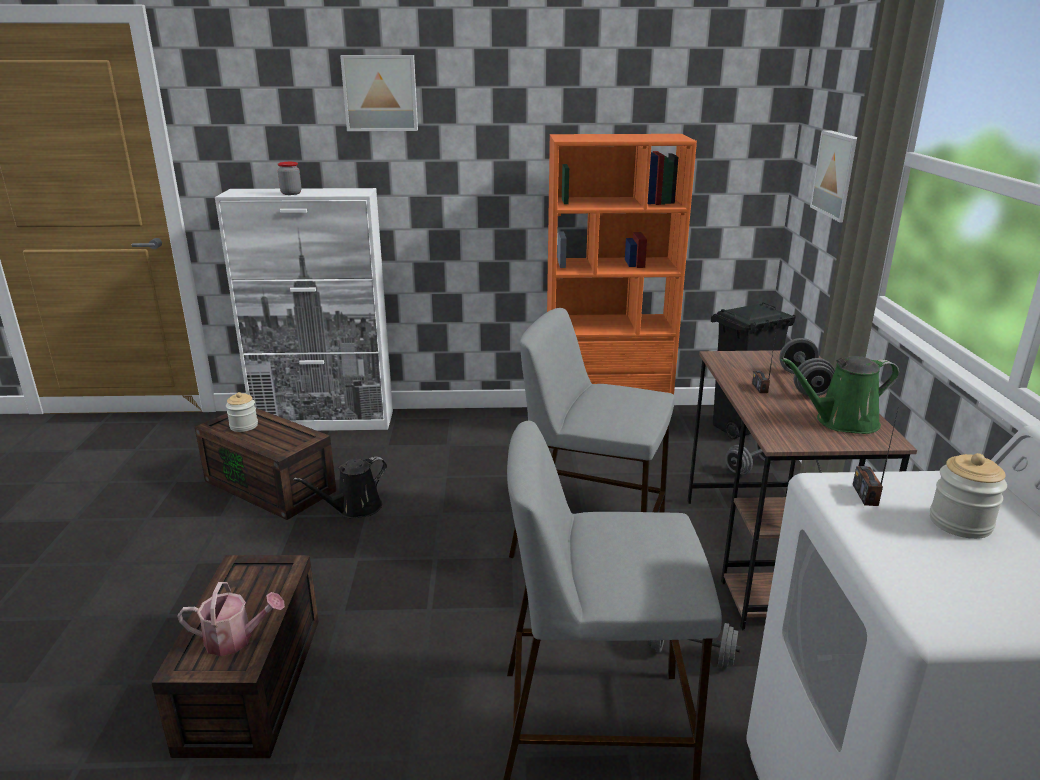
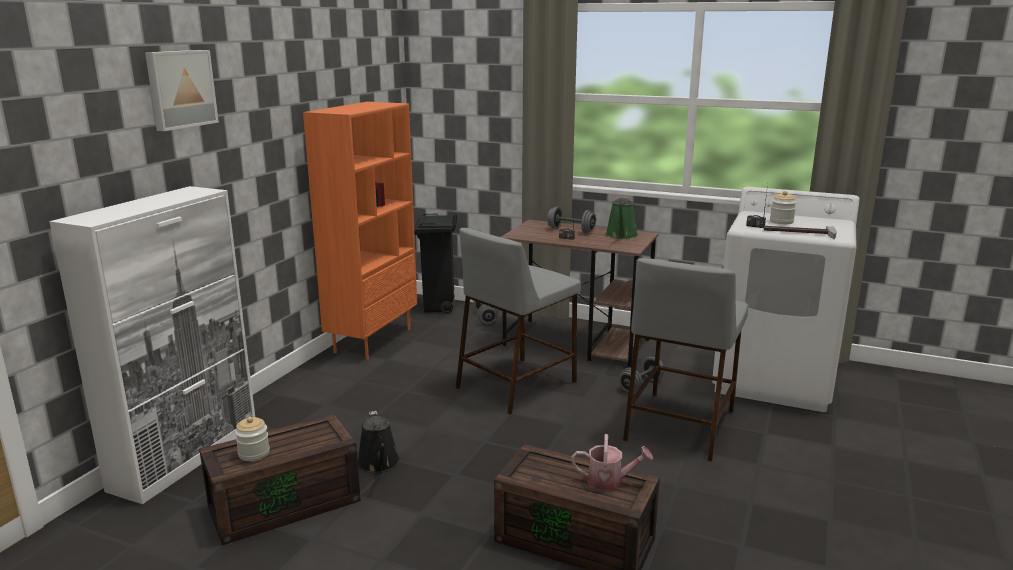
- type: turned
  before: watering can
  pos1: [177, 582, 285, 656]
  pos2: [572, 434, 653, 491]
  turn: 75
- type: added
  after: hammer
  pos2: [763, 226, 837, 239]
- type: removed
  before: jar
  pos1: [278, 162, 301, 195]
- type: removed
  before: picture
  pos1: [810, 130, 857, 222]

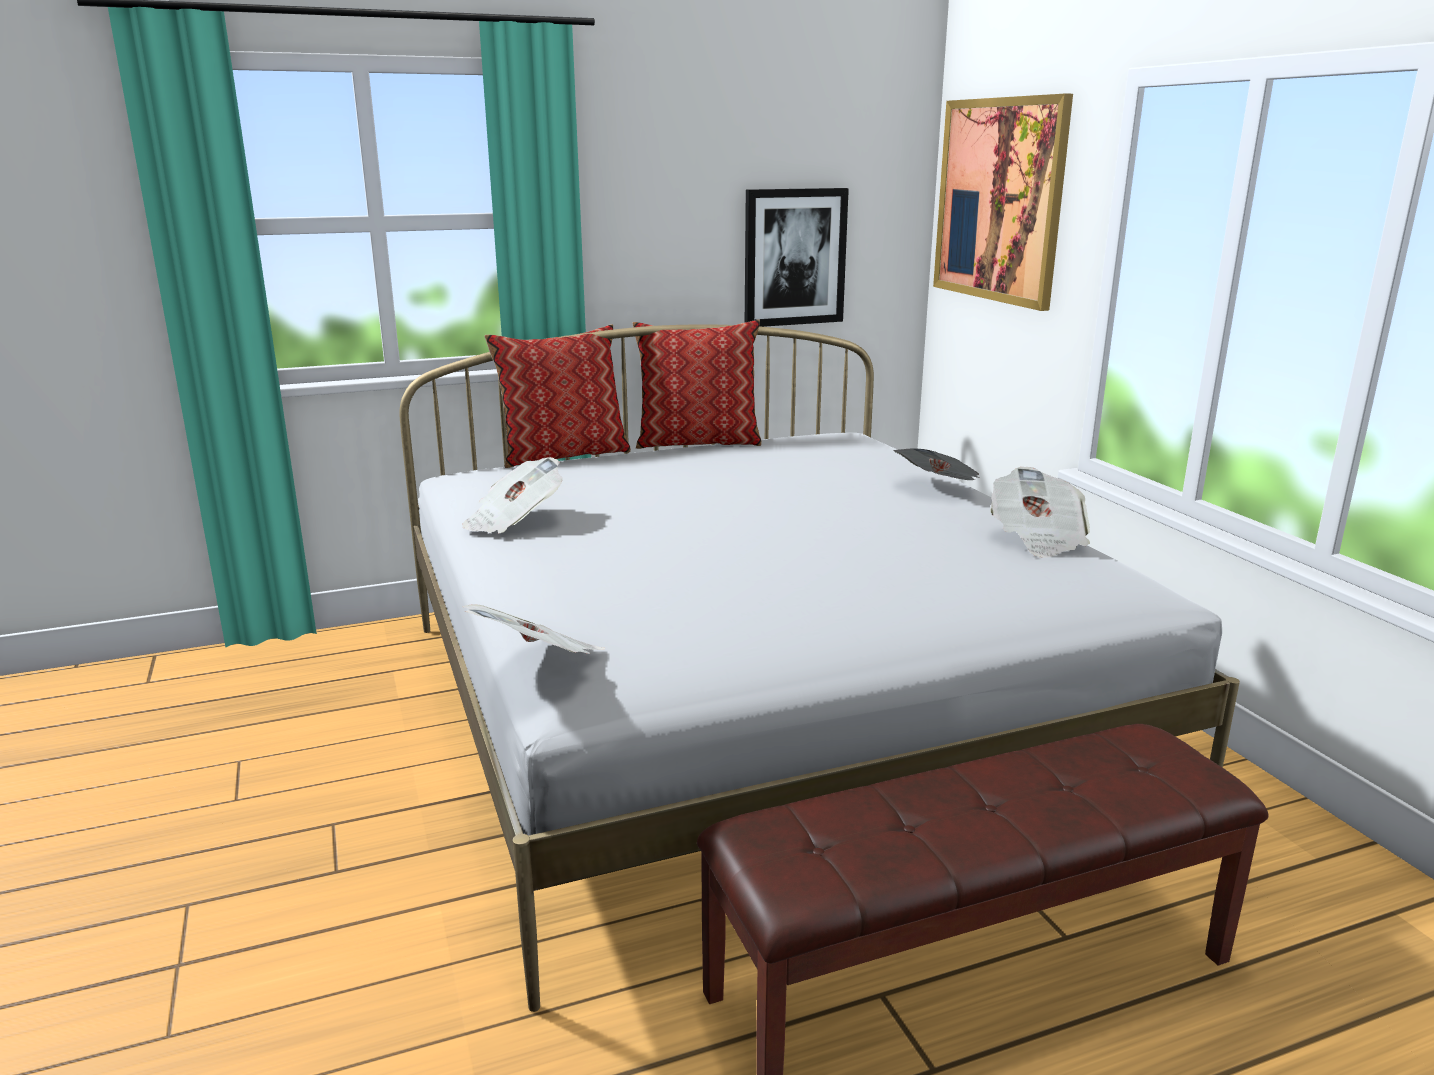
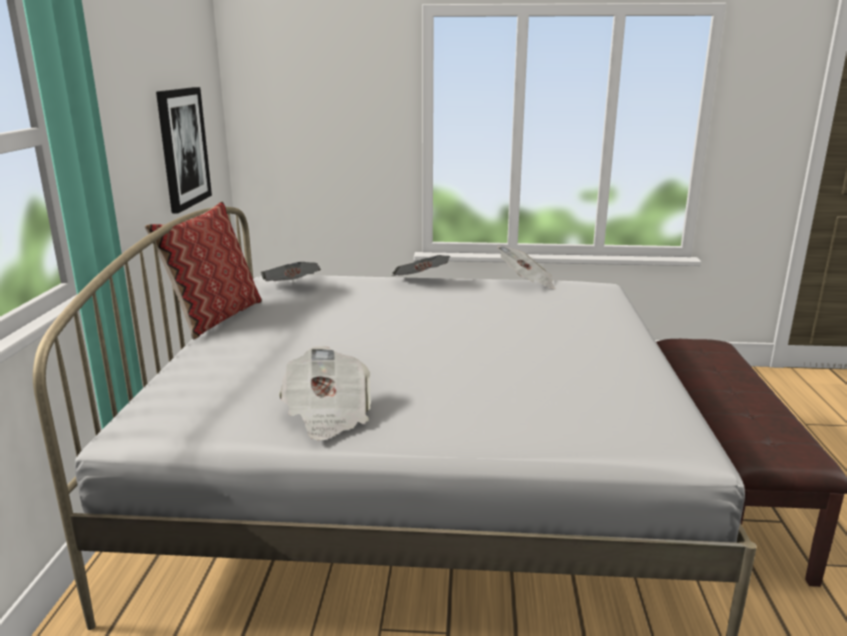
- type: moved
  before: newspaper
  pos1: [462, 604, 606, 654]
  pos2: [261, 262, 321, 281]
- type: removed
  before: pillow
  pos1: [484, 324, 631, 468]
- type: removed
  before: picture
  pos1: [933, 94, 1073, 311]

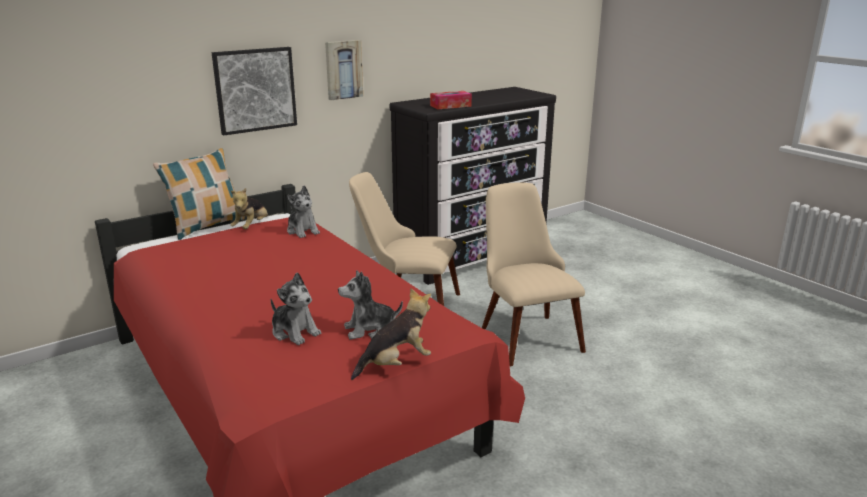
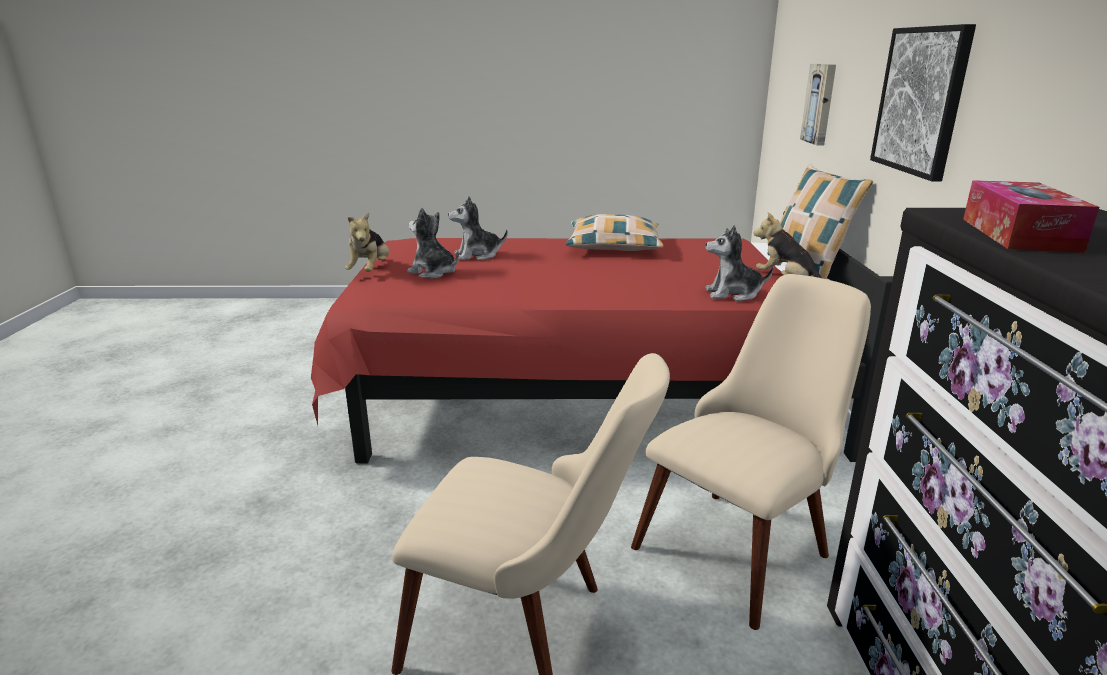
- type: turned
  before: plush toy
  pos1: [338, 270, 403, 340]
  pos2: [407, 208, 459, 279]
  turn: -75
- type: added
  after: pillow
  pos2: [565, 214, 663, 251]
- type: moved
  before: picture
  pos1: [325, 40, 363, 100]
  pos2: [800, 64, 836, 146]

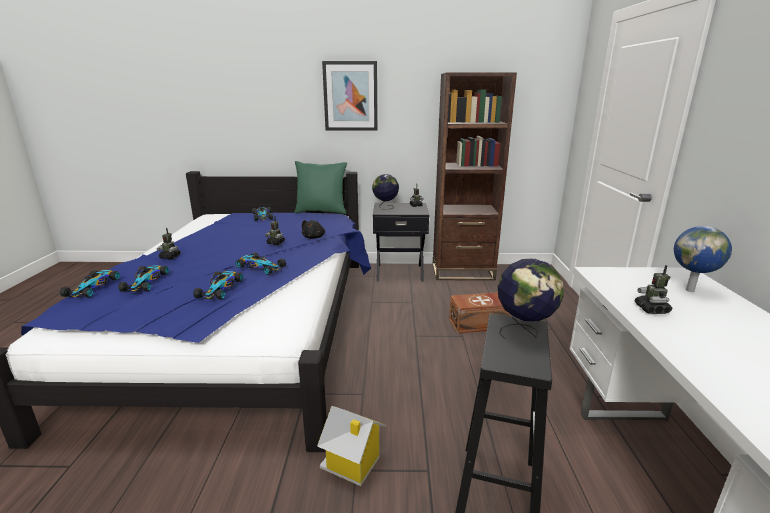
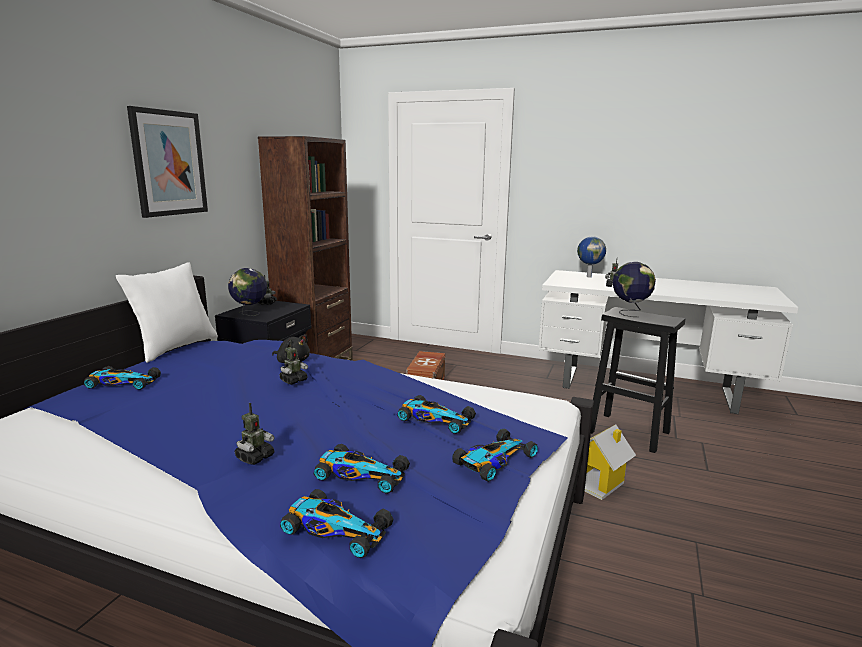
- type: recoloured
  before: green pillow
  after: white pillow
  pos1: [295, 161, 347, 214]
  pos2: [116, 262, 218, 363]
- type: moved
  before: toy car
  pos1: [235, 252, 286, 275]
  pos2: [452, 429, 538, 482]

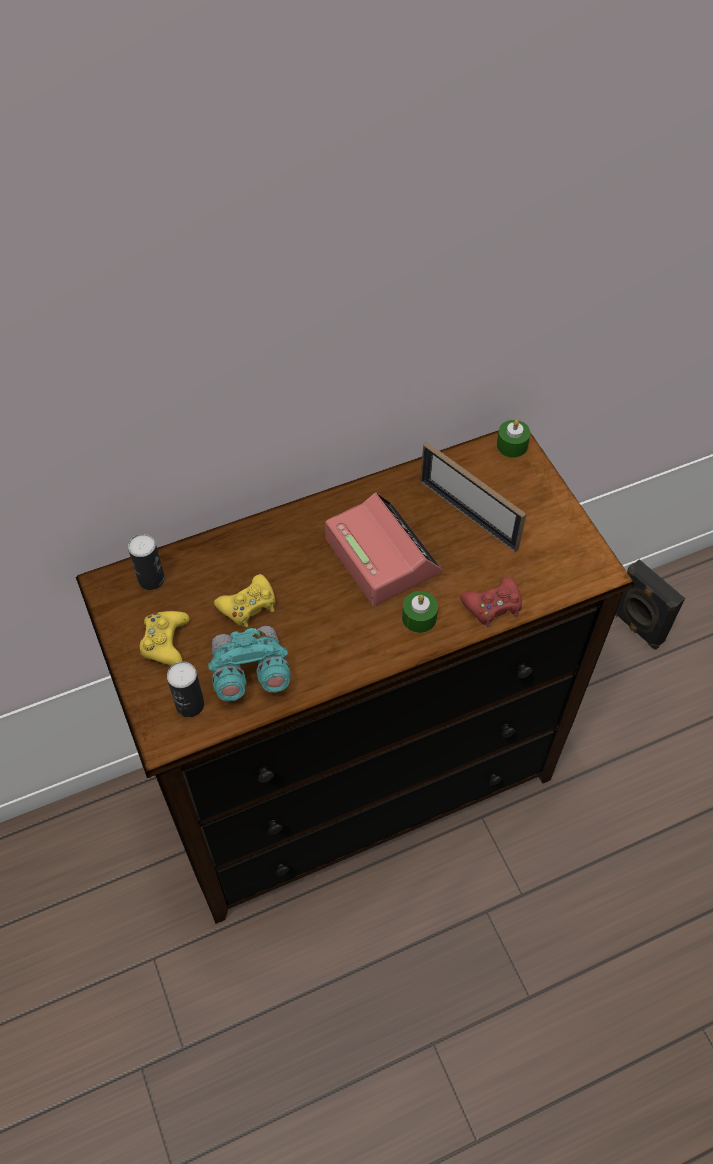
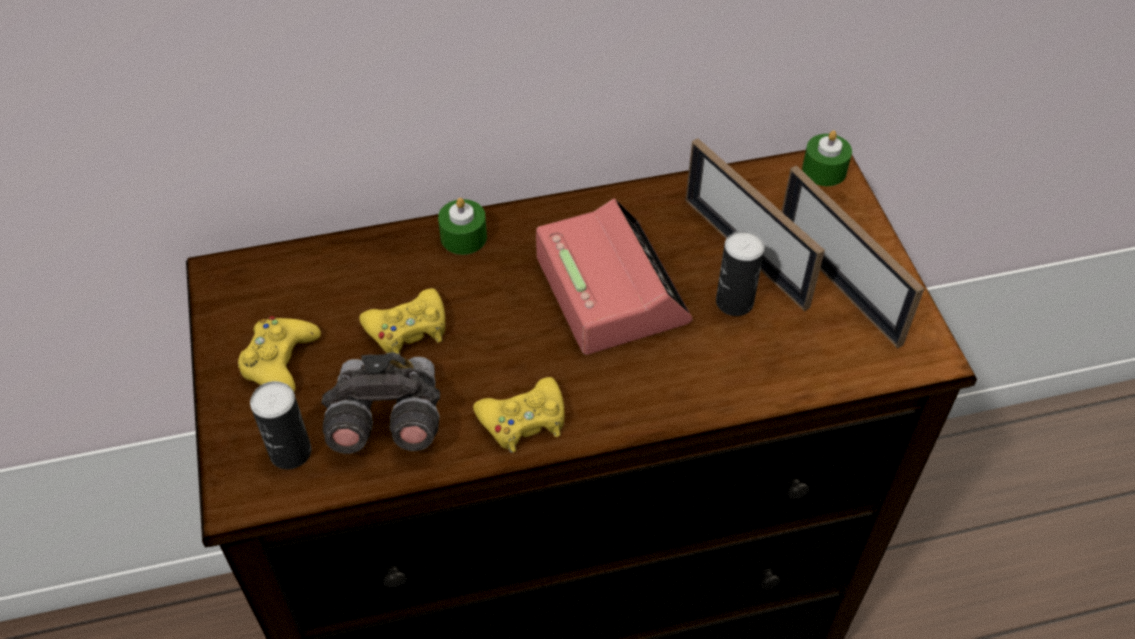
- type: recoloured
  before: turquoise binoculars
  after: grey binoculars
  pos1: [208, 626, 291, 701]
  pos2: [321, 352, 440, 454]
- type: moved
  before: green candle
  pos1: [402, 591, 438, 633]
  pos2: [438, 198, 487, 255]
- type: added
  after: yellow game controller
  pos2: [473, 377, 564, 453]
- type: moved
  before: can
  pos1: [128, 534, 165, 590]
  pos2: [716, 230, 765, 316]
- type: added
  after: picture frame
  pos2: [782, 165, 925, 349]
- type: removed
  before: red game controller
  pos1: [460, 577, 522, 627]
- type: removed
  before: black speaker
  pos1: [615, 559, 685, 650]

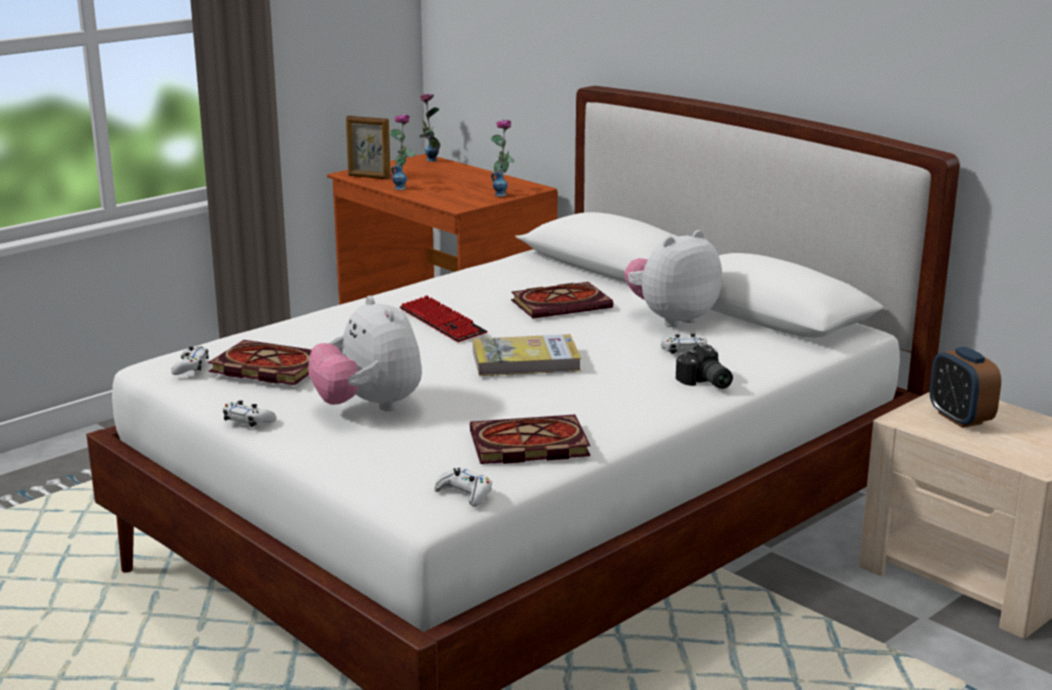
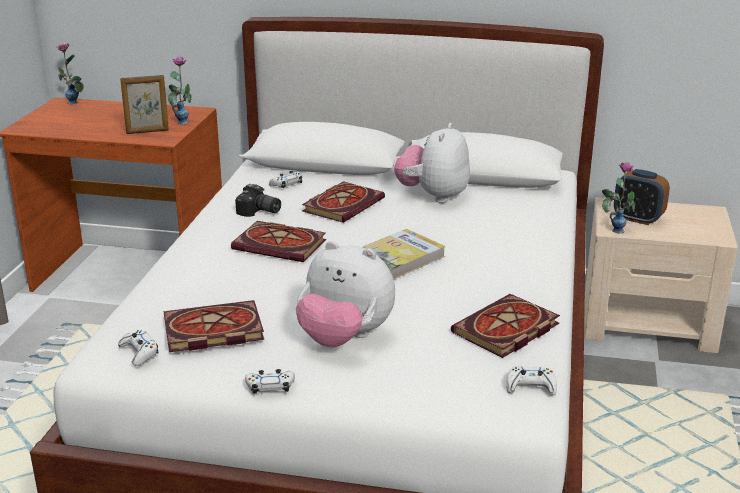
- type: moved
  before: picture frame
  pos1: [346, 116, 391, 179]
  pos2: [120, 75, 169, 134]
- type: replaced
  before: keyboard
  after: book
  pos1: [400, 295, 488, 342]
  pos2: [231, 221, 326, 262]
- type: moved
  before: photo camera
  pos1: [676, 343, 733, 389]
  pos2: [235, 184, 281, 217]
- type: moved
  before: white game controller
  pos1: [661, 334, 707, 354]
  pos2: [269, 171, 302, 188]
- type: moved
  before: vase
  pos1: [389, 114, 415, 190]
  pos2: [602, 162, 636, 234]

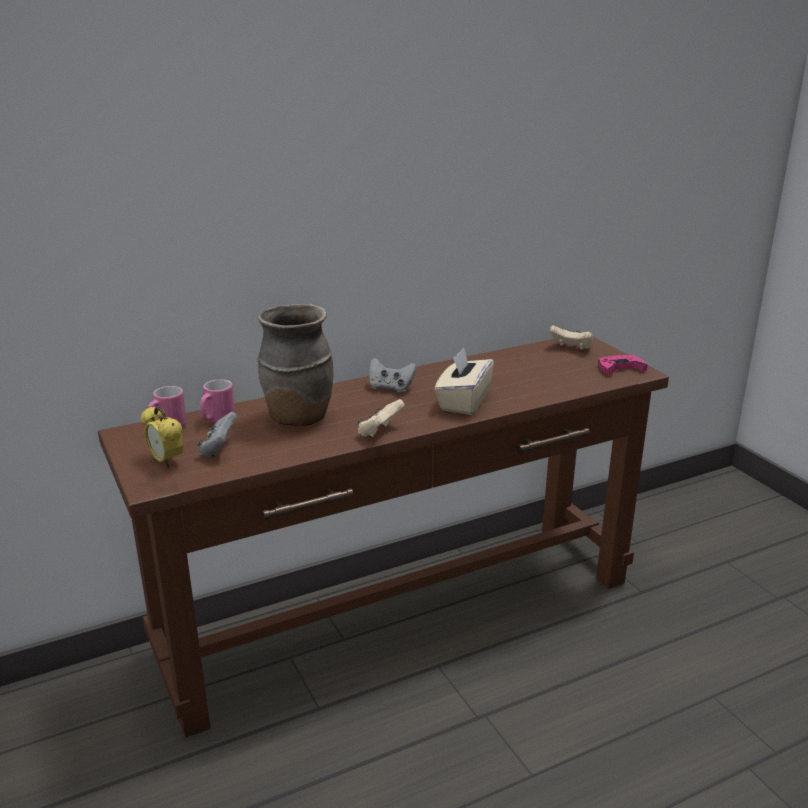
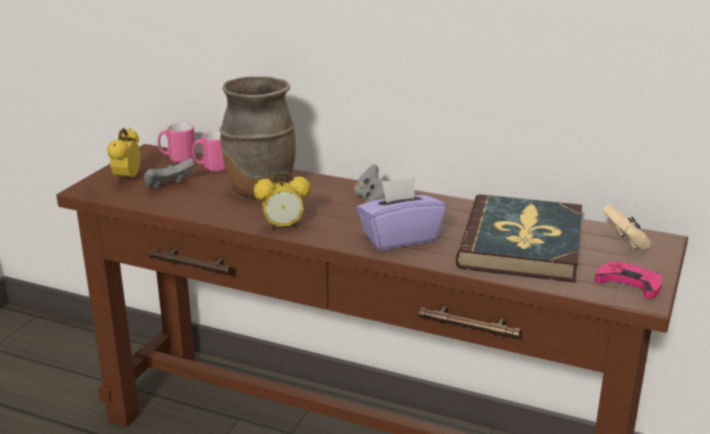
- type: replaced
  before: beige game controller
  after: alarm clock
  pos1: [357, 399, 404, 437]
  pos2: [254, 172, 311, 230]
- type: recoloured
  before: beige tissue box
  after: purple tissue box
  pos1: [435, 347, 494, 415]
  pos2: [356, 177, 446, 250]
- type: added
  after: book
  pos2: [456, 194, 582, 283]

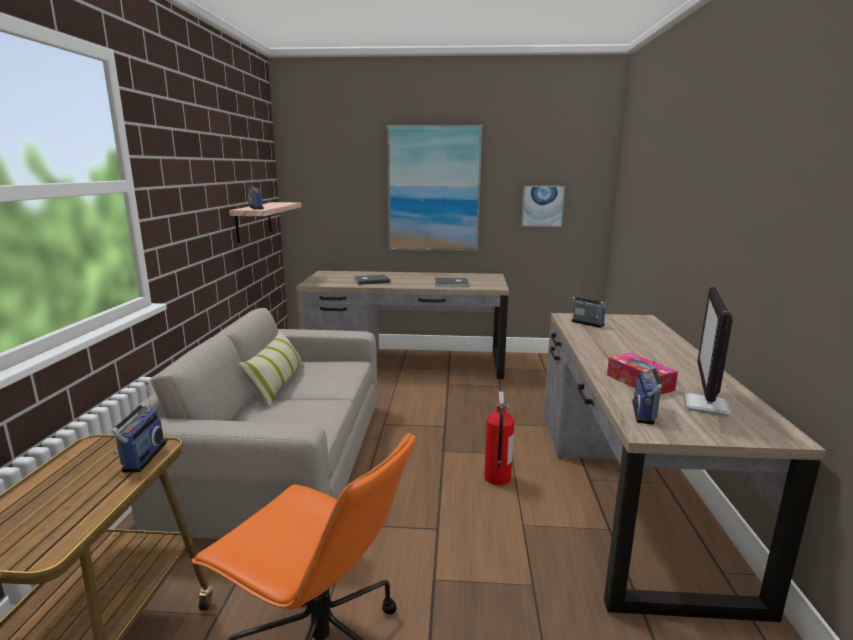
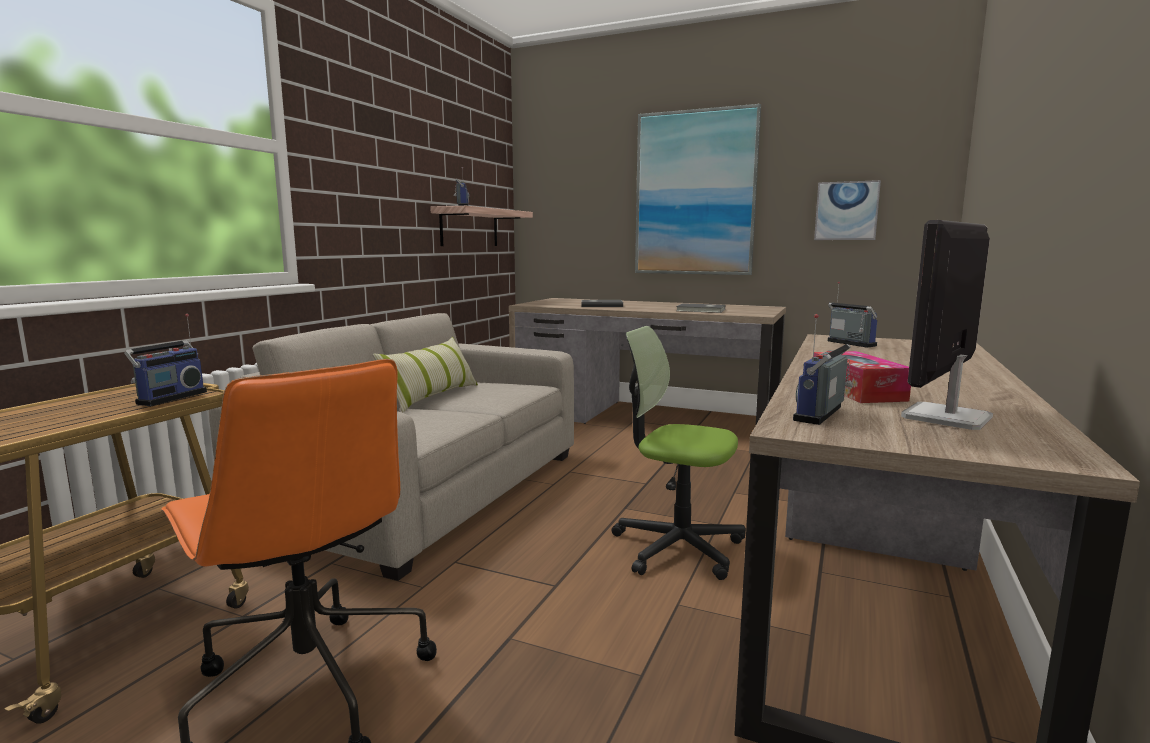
- type: replaced
  before: fire extinguisher
  after: office chair
  pos1: [484, 391, 514, 486]
  pos2: [612, 326, 746, 580]

